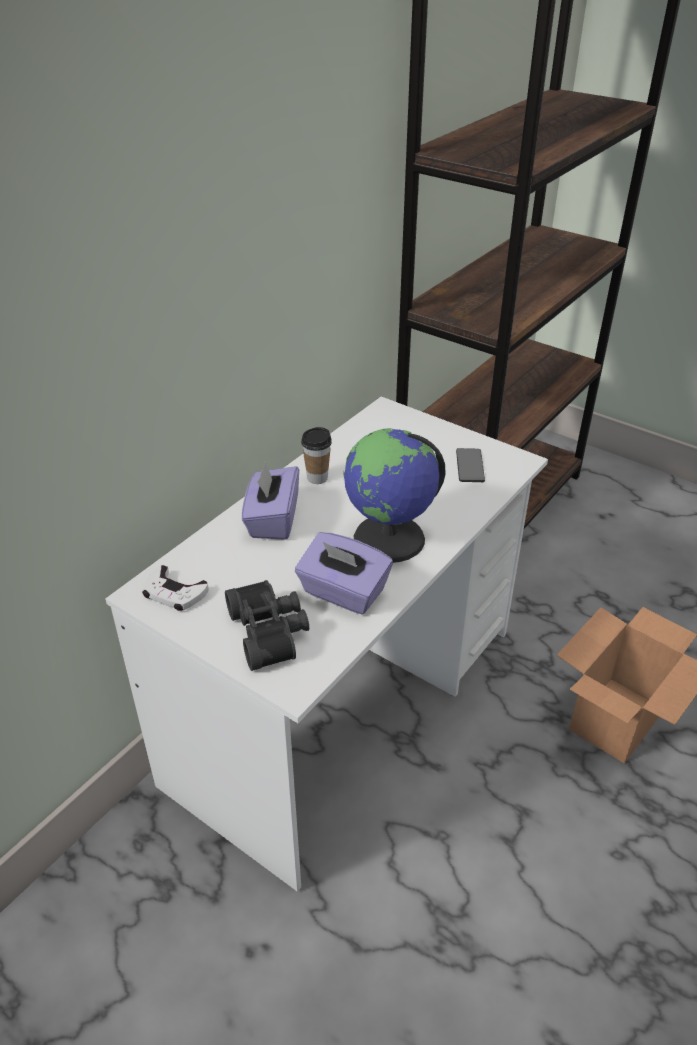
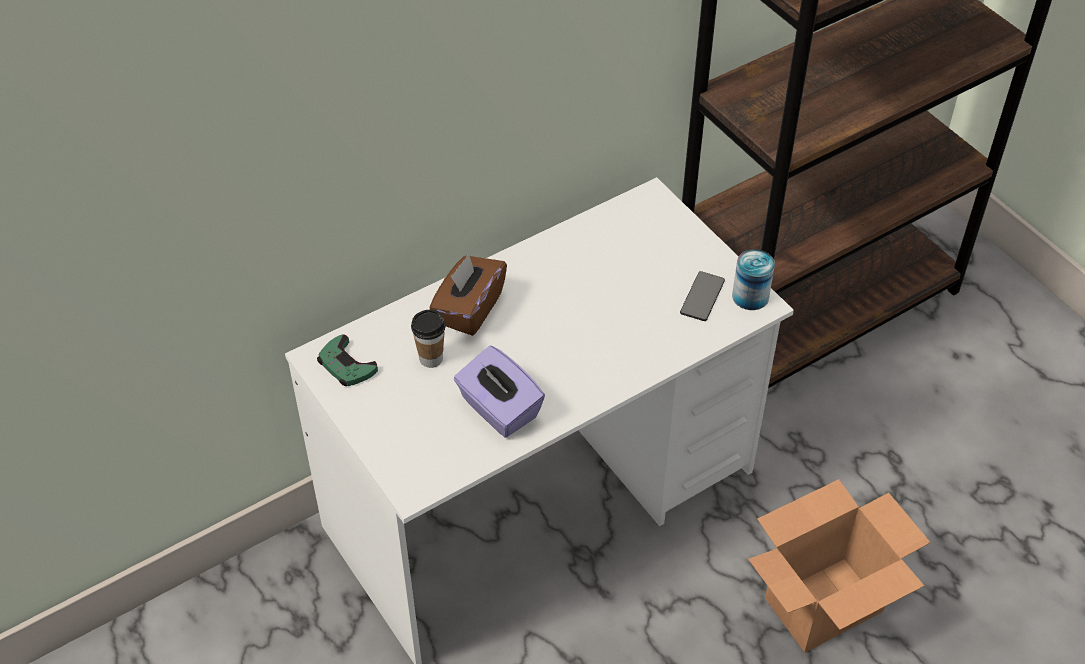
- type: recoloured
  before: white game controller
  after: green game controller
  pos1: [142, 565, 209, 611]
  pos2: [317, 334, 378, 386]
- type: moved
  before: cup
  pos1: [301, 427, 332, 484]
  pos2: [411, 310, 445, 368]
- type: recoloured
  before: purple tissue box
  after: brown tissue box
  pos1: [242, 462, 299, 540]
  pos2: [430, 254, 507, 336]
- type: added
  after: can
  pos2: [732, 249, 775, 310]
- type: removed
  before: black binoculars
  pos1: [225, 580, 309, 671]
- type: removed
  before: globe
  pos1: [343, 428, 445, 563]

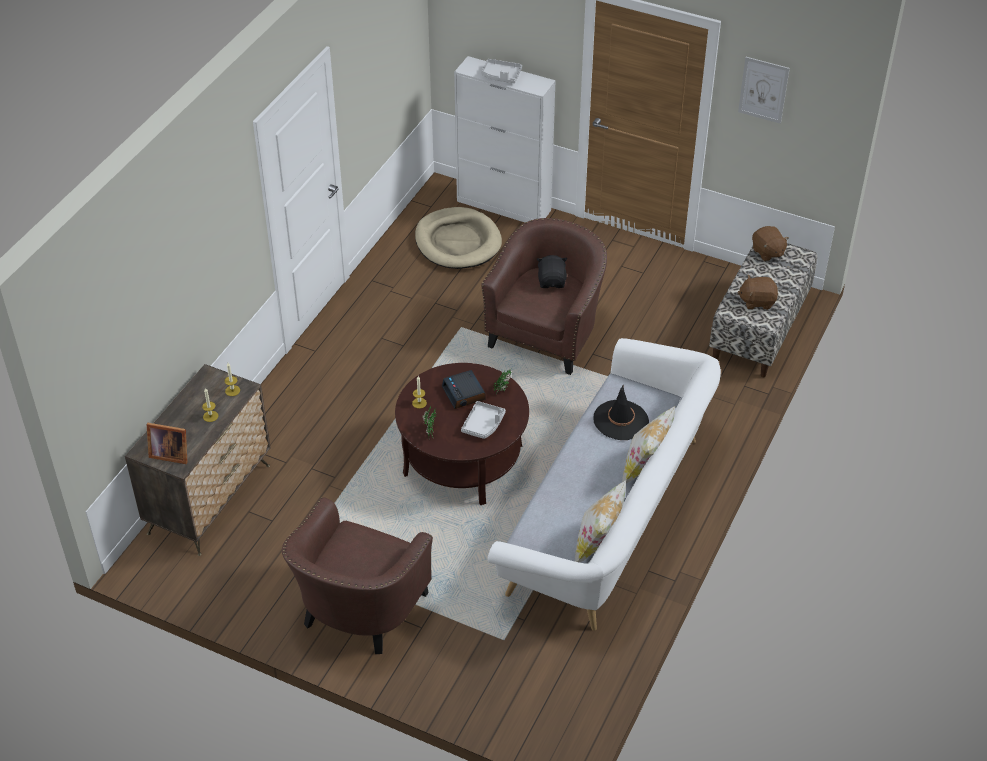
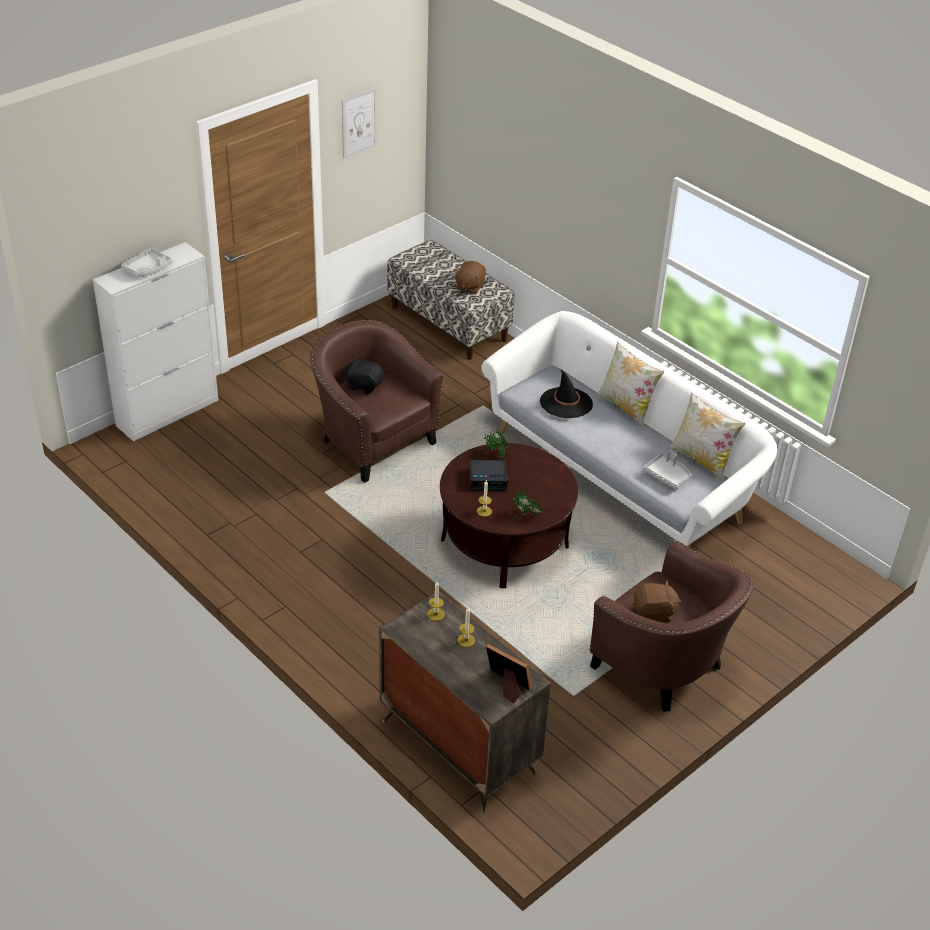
- type: turned
  before: picture frame
  pos1: [146, 423, 188, 464]
  pos2: [486, 644, 531, 703]
  turn: -90
- type: moved
  before: brown plush toy
  pos1: [752, 226, 789, 261]
  pos2: [633, 581, 682, 623]
- type: moved
  before: grey tray
  pos1: [461, 401, 506, 439]
  pos2: [643, 450, 691, 489]
- type: removed
  before: beige dog bed
  pos1: [415, 207, 502, 269]

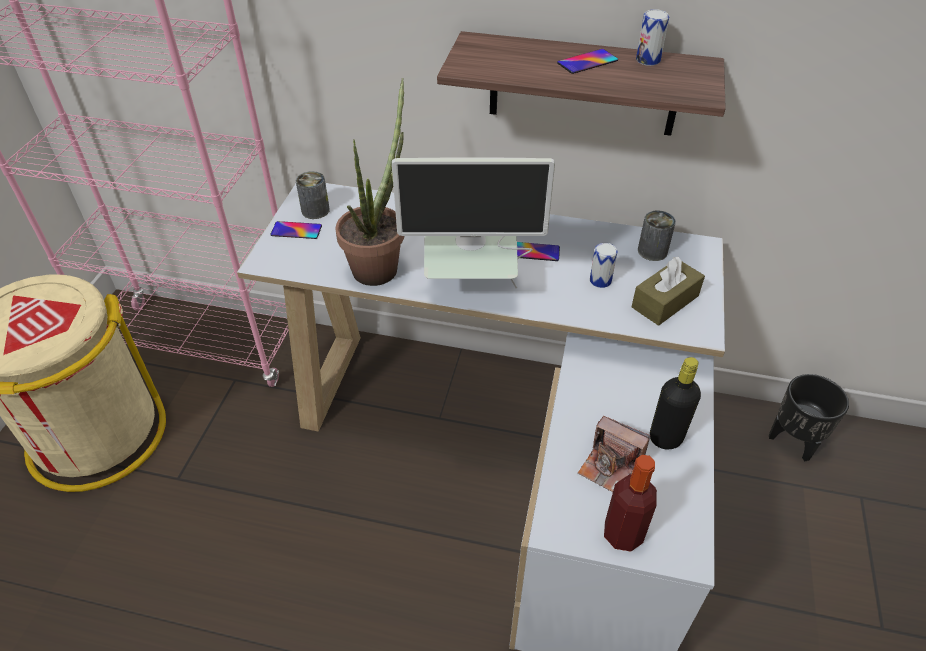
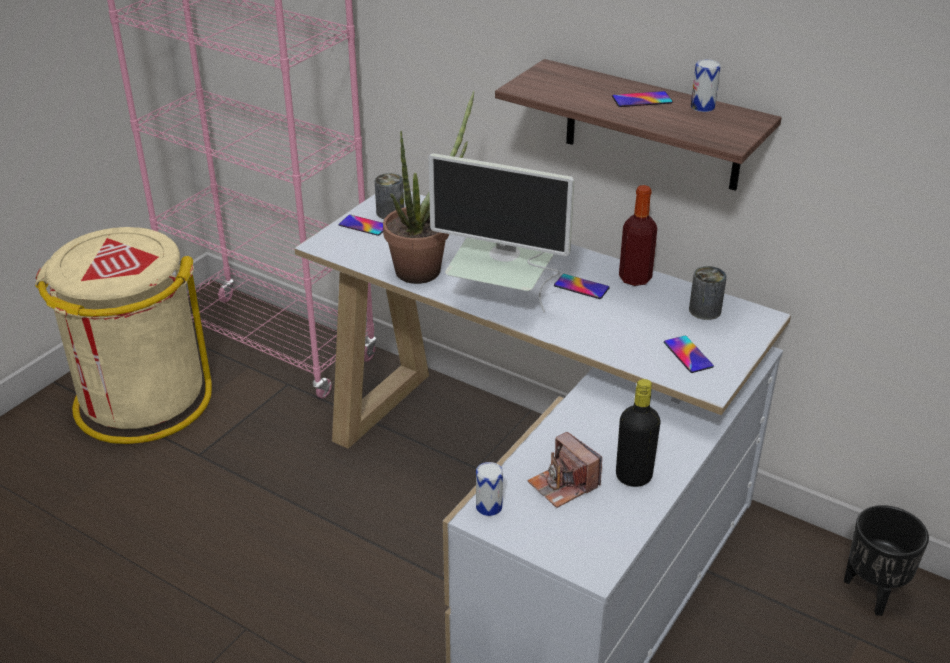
- type: moved
  before: can
  pos1: [590, 243, 618, 288]
  pos2: [476, 462, 503, 516]
- type: moved
  before: bottle
  pos1: [604, 455, 657, 552]
  pos2: [619, 185, 657, 286]
- type: replaced
  before: brown tissue box
  after: phone
  pos1: [632, 257, 705, 326]
  pos2: [664, 336, 714, 373]

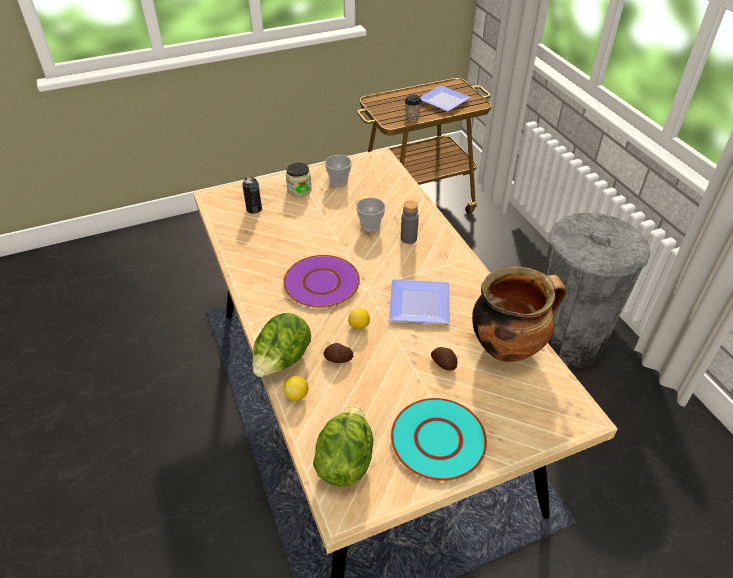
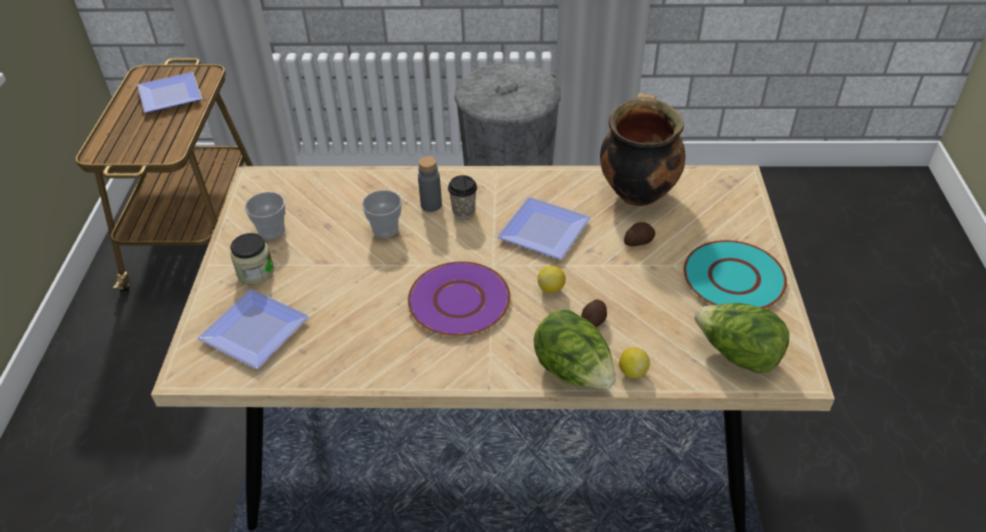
- type: replaced
  before: can
  after: plate
  pos1: [242, 177, 262, 214]
  pos2: [197, 289, 309, 369]
- type: moved
  before: cup
  pos1: [405, 95, 422, 121]
  pos2: [448, 175, 477, 218]

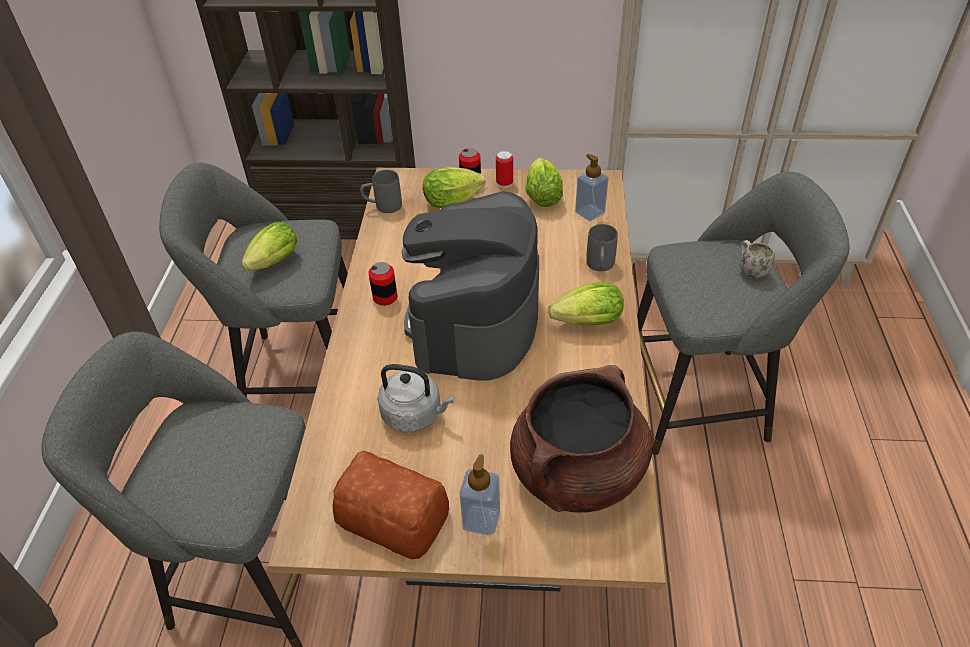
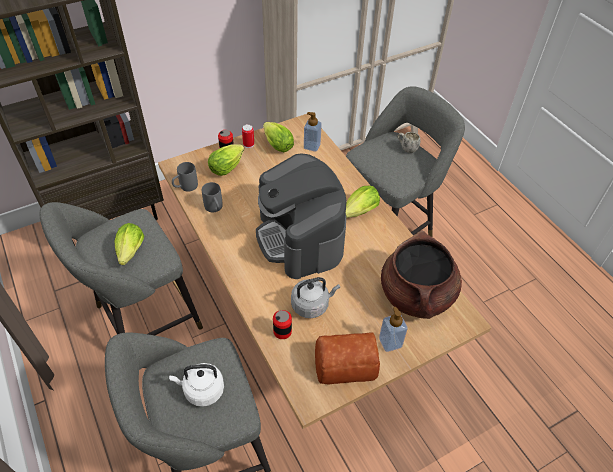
- type: added
  after: white kettle
  pos2: [169, 363, 224, 407]
- type: moved
  before: grey mug
  pos1: [586, 224, 618, 271]
  pos2: [202, 182, 223, 212]
- type: moved
  before: can
  pos1: [368, 262, 397, 306]
  pos2: [273, 310, 292, 339]

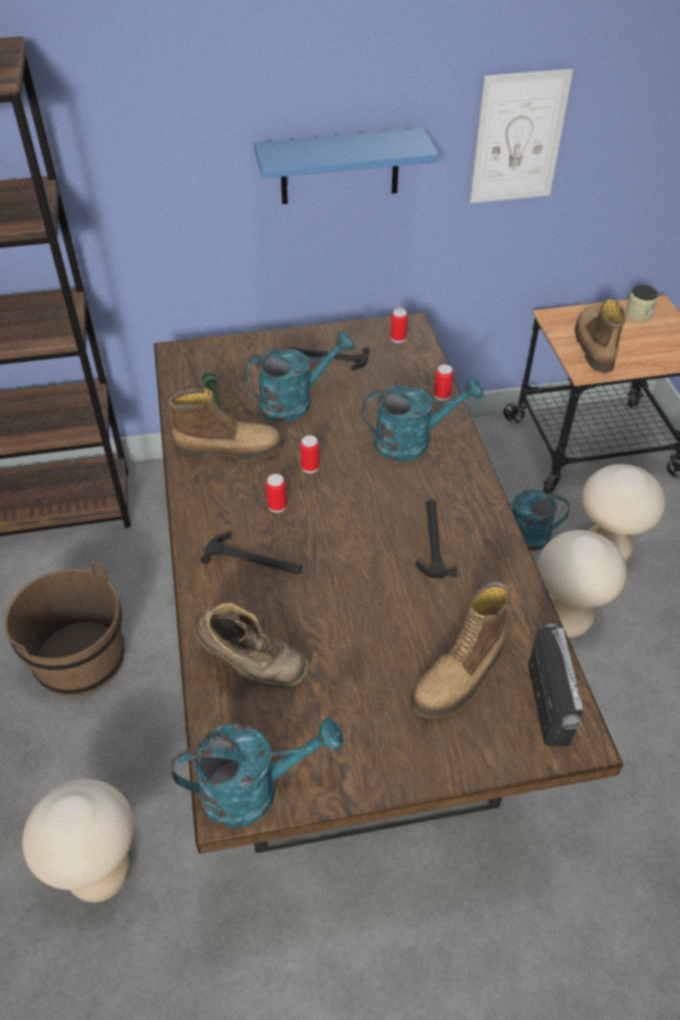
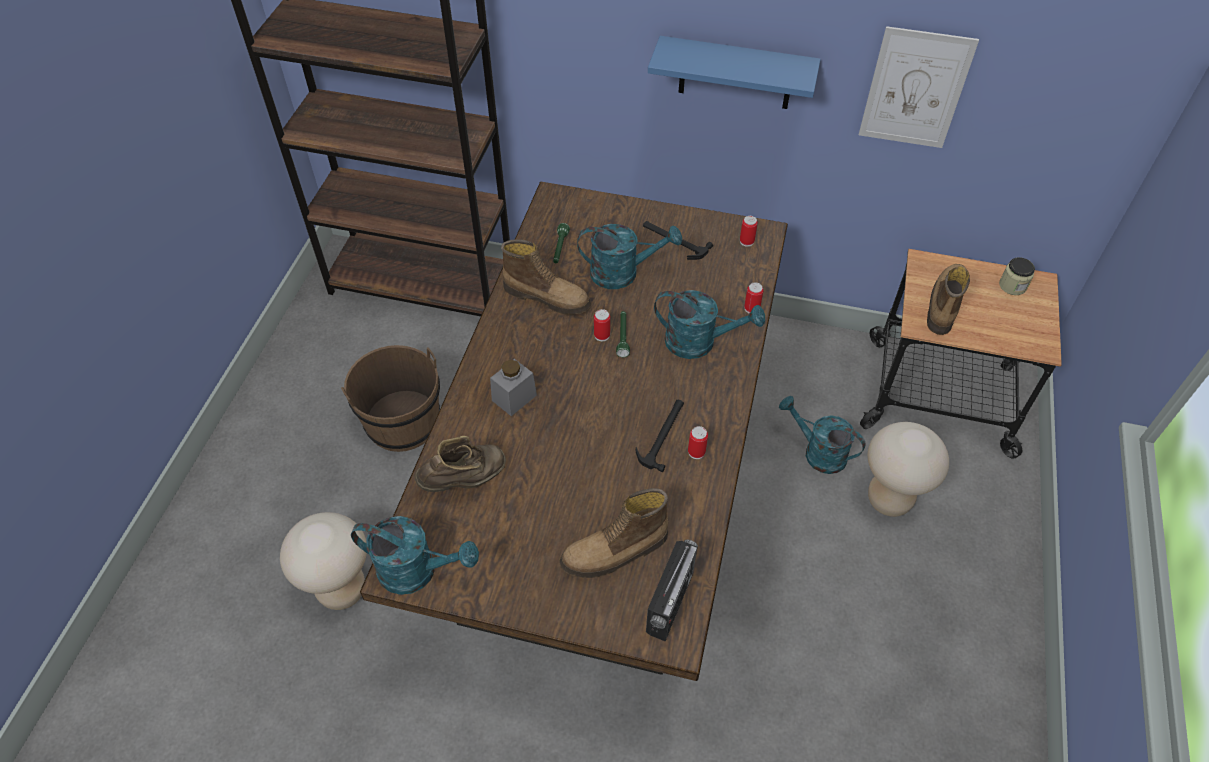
- type: turned
  before: brown boot
  pos1: [194, 603, 308, 688]
  pos2: [415, 436, 506, 492]
  turn: -75
- type: replaced
  before: hammer
  after: grey jar
  pos1: [201, 533, 302, 574]
  pos2: [490, 359, 537, 416]
- type: added
  after: green flashlight
  pos2: [616, 311, 630, 357]
- type: moved
  before: can
  pos1: [266, 474, 287, 513]
  pos2: [688, 426, 708, 459]
- type: removed
  before: beige stool
  pos1: [538, 530, 627, 638]

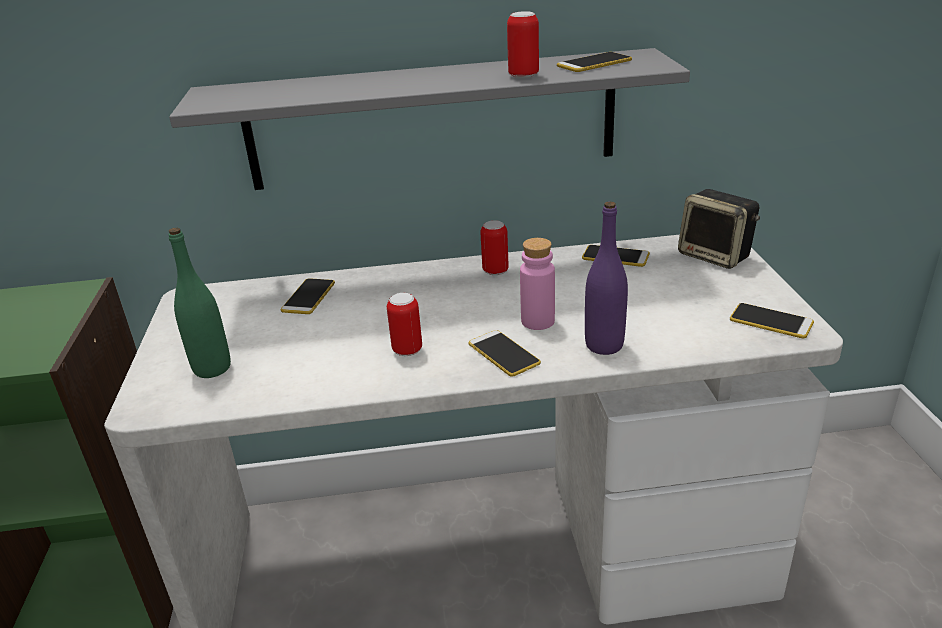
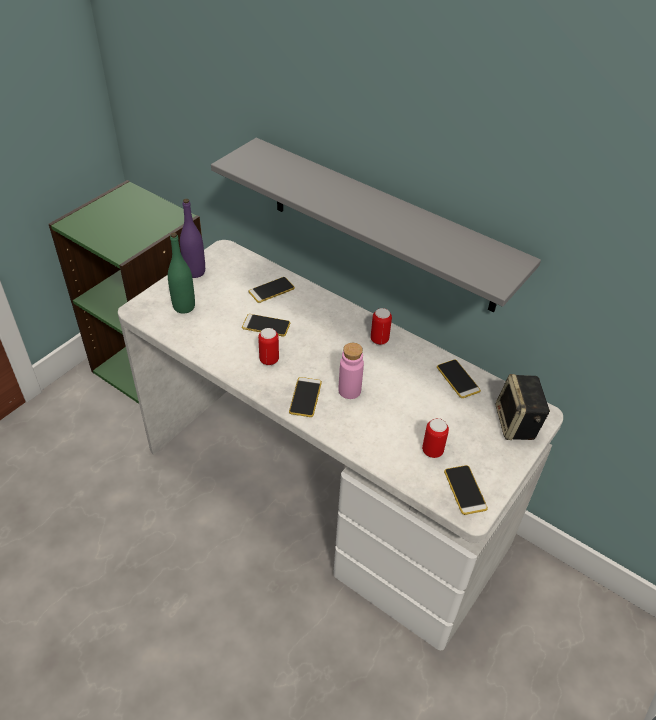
- type: moved
  before: purple bottle
  pos1: [585, 201, 628, 355]
  pos2: [180, 199, 205, 278]
- type: moved
  before: phone
  pos1: [557, 52, 632, 72]
  pos2: [242, 314, 290, 337]
- type: moved
  before: can
  pos1: [507, 11, 539, 79]
  pos2: [422, 418, 449, 458]

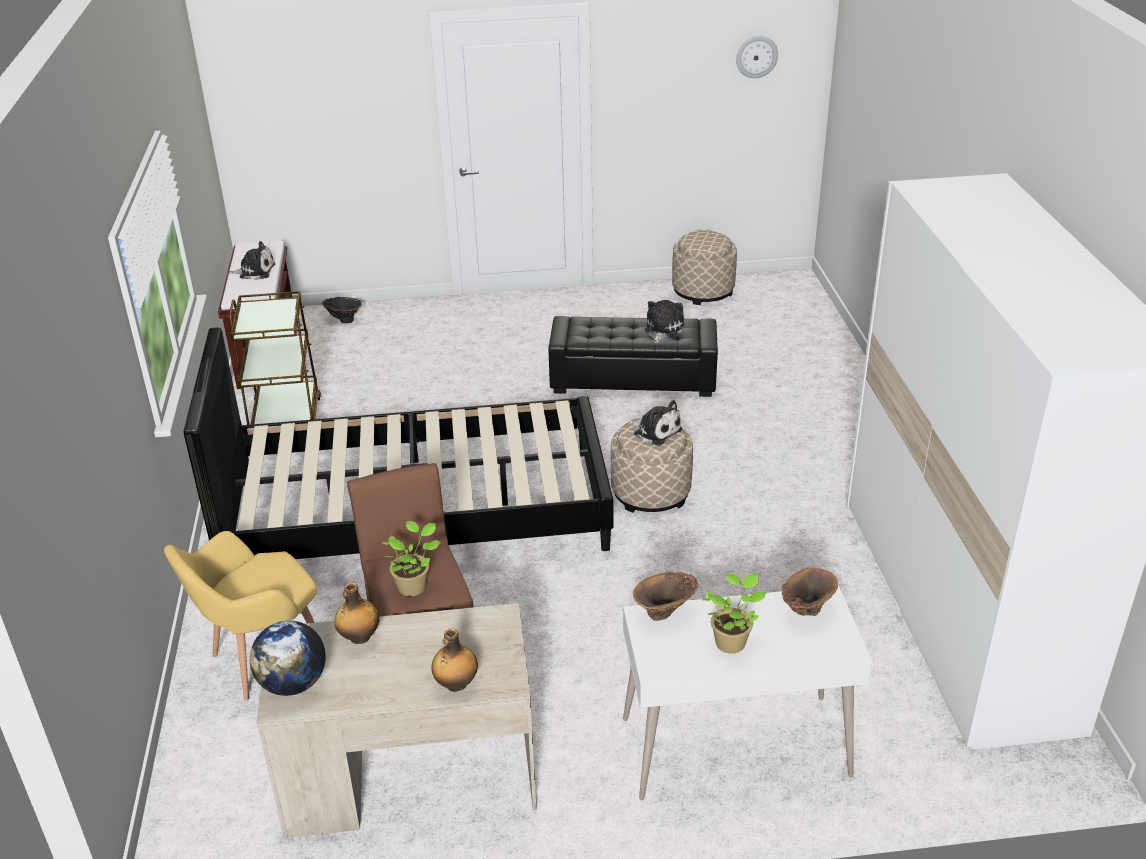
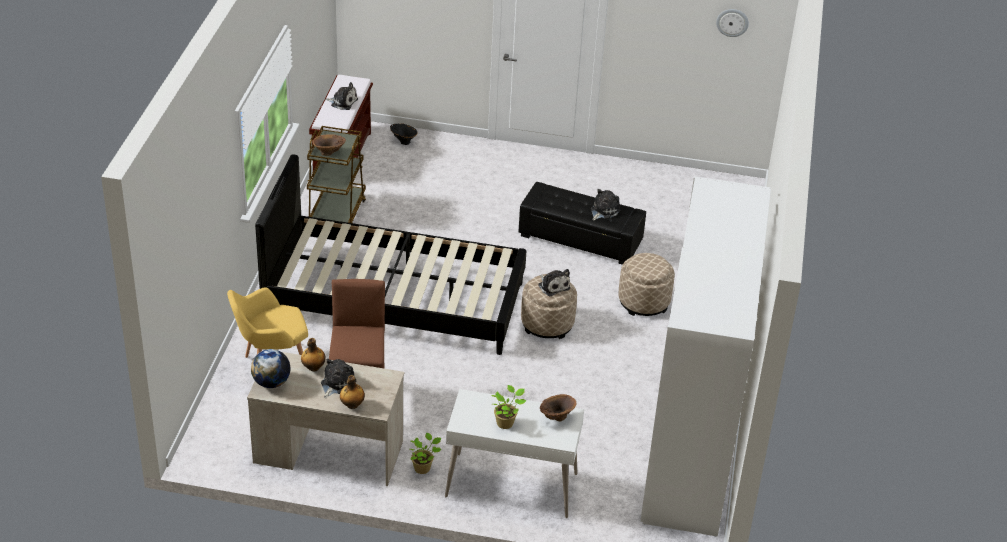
- type: moved
  before: brown vase
  pos1: [633, 571, 698, 621]
  pos2: [313, 134, 346, 156]
- type: added
  after: plush toy
  pos2: [321, 359, 356, 399]
- type: moved
  before: potted plant
  pos1: [382, 521, 441, 596]
  pos2: [410, 433, 442, 474]
- type: moved
  before: beige ottoman
  pos1: [672, 231, 737, 305]
  pos2: [618, 253, 675, 316]

